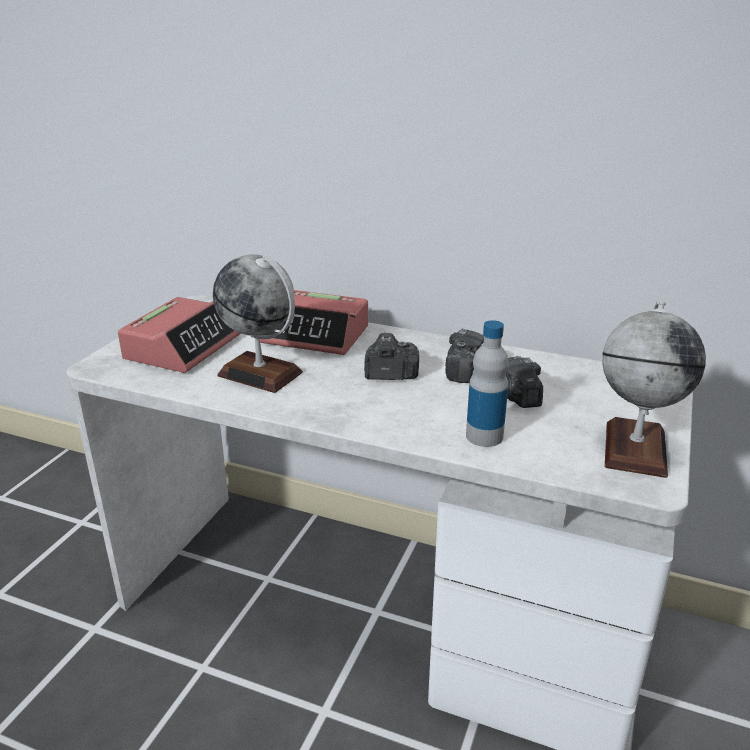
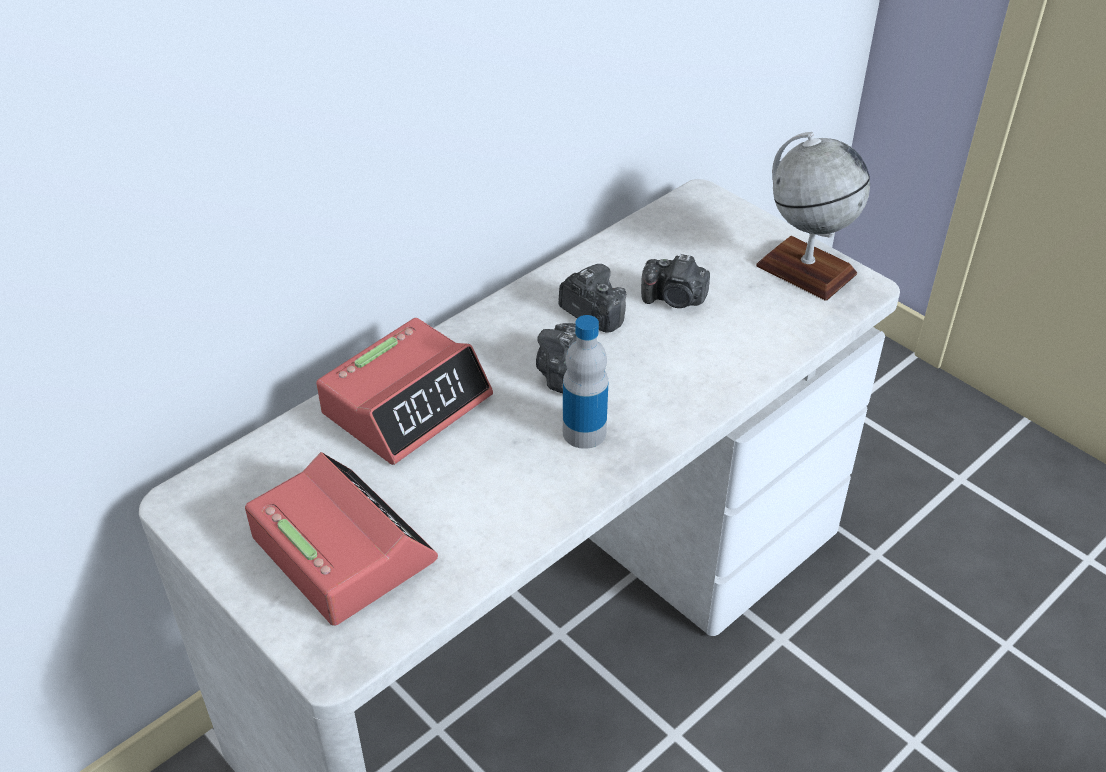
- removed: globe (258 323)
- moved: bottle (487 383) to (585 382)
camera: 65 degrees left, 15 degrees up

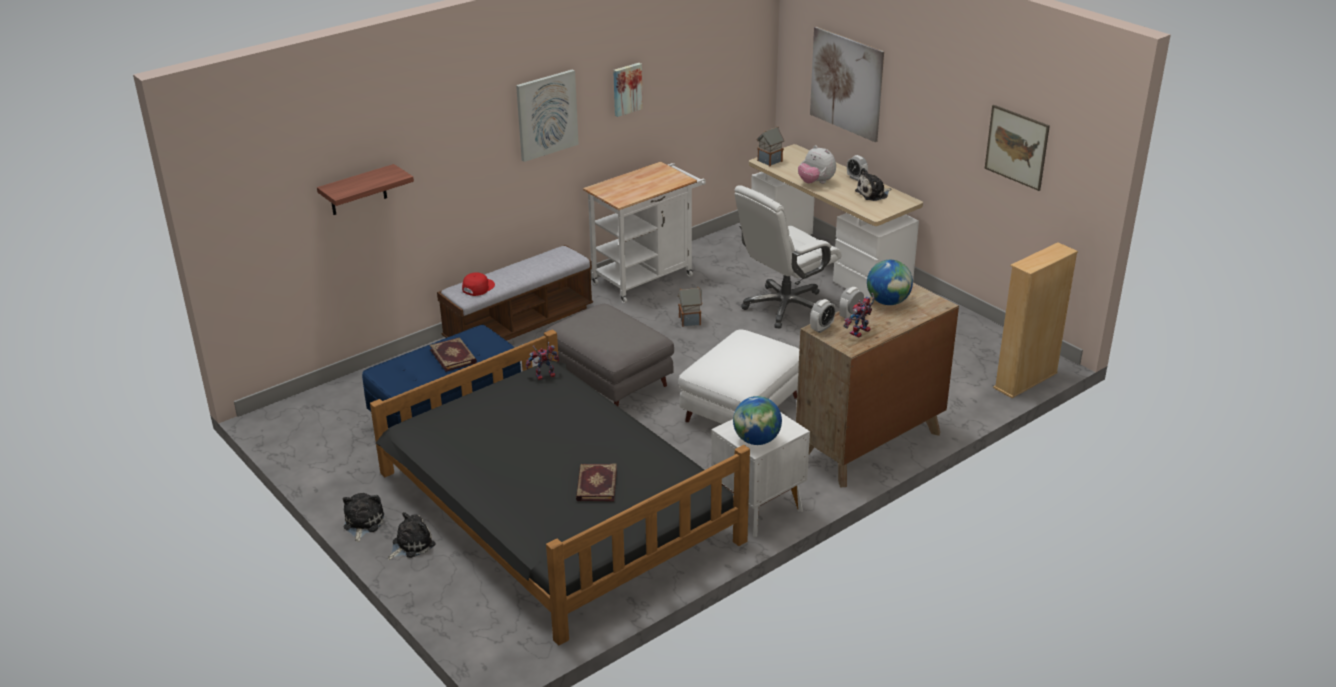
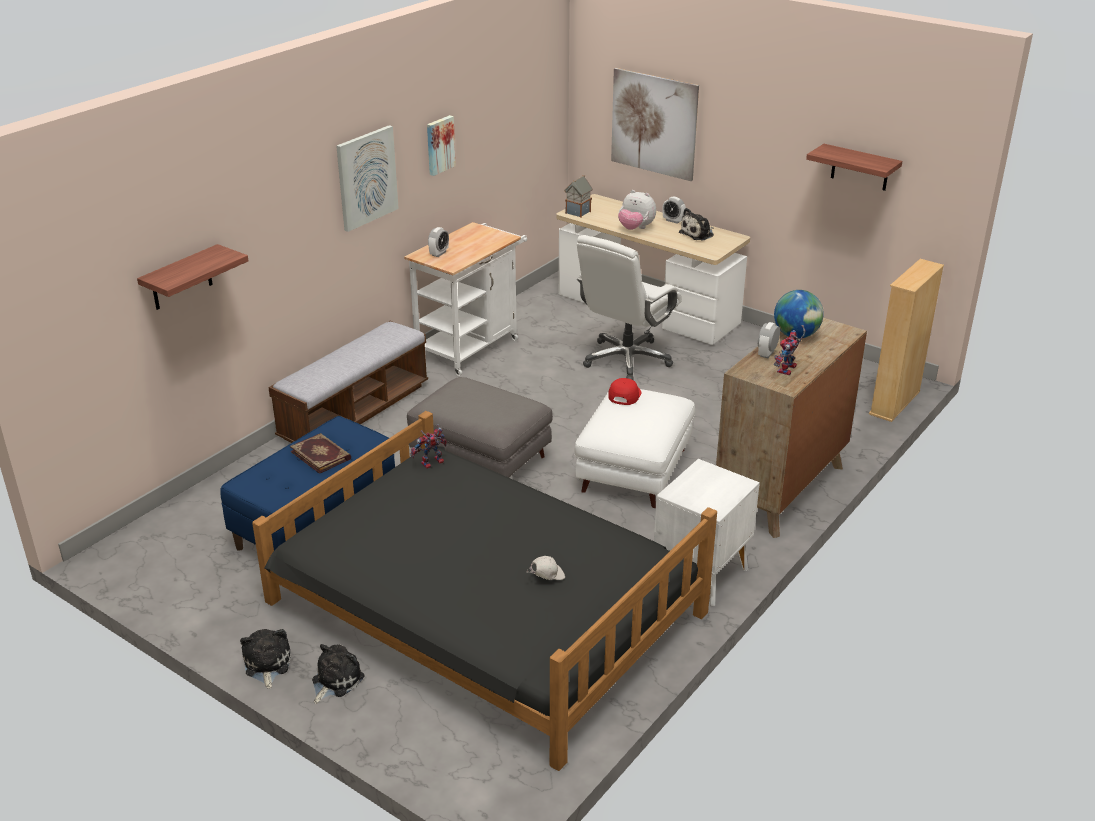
- replaced: picture (1017 148) to shelf (854 167)
- moved: cap (red) (478 284) to (625 391)
- removed: toy house (690 307)
- moved: alarm clock (823 316) to (438 242)
- removed: globe (757 420)
- replaced: book (596 482) to cap (white) (546 568)
camera: 15 degrees left, 0 degrees up

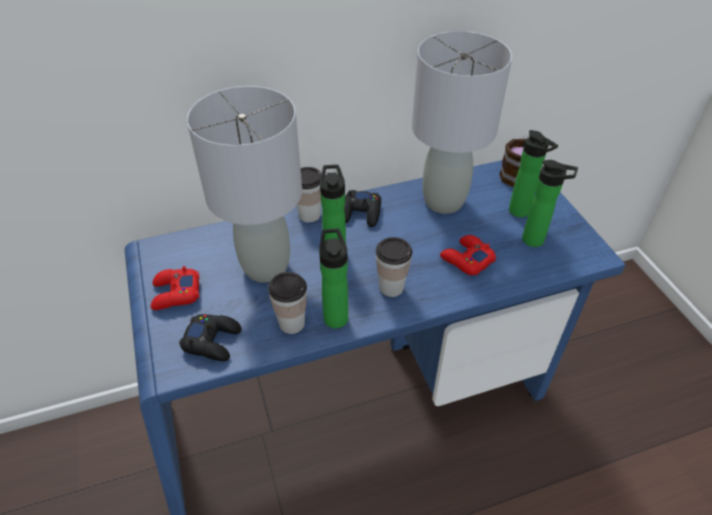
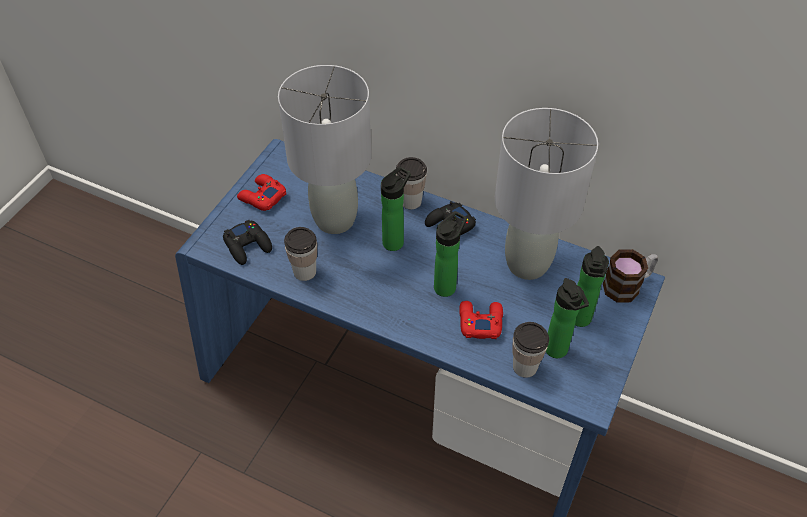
- moved: bottle (333 278) to (450 254)
- moved: cup (394 267) to (530 350)
camera: 45 degrees right, 5 degrees up

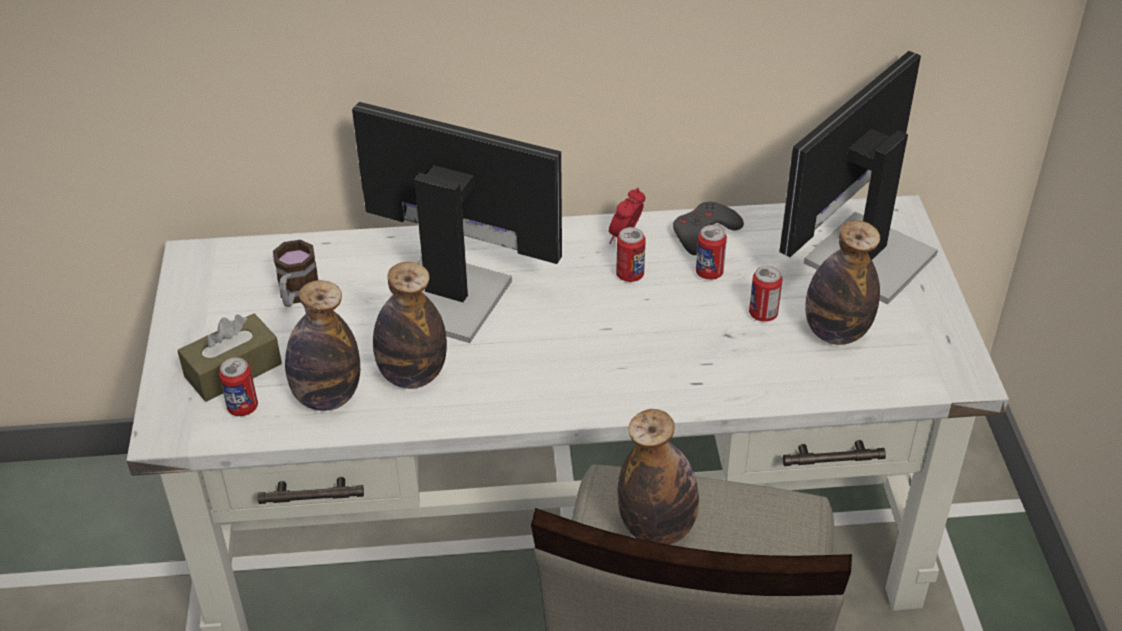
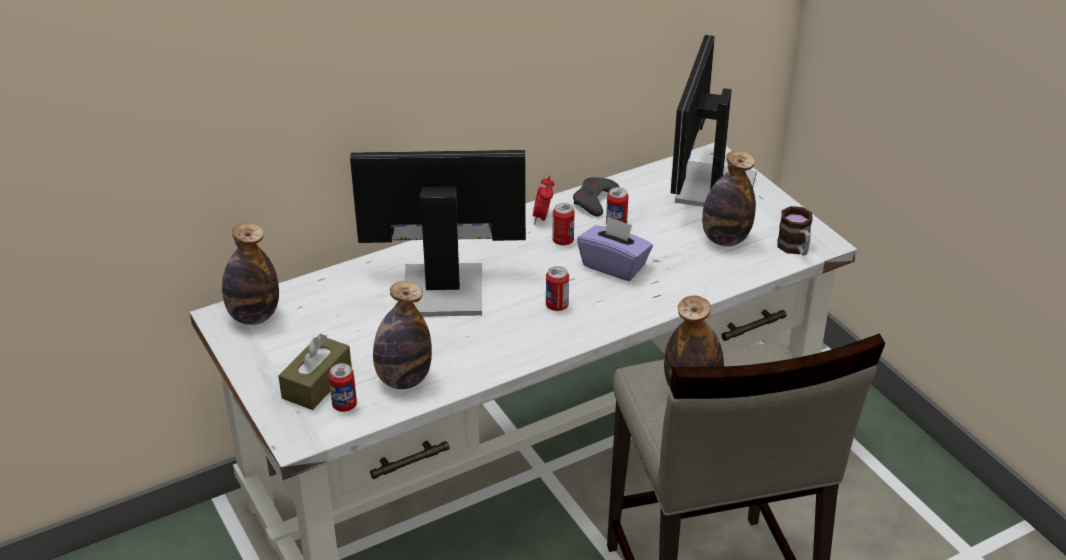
- moved: mug (295 273) to (795 231)
- moved: bottle (410 325) to (250 274)
- moved: can (765 294) to (557 288)
- added: tissue box (purple) (615 248)
camera: 25 degrees left, 5 degrees down

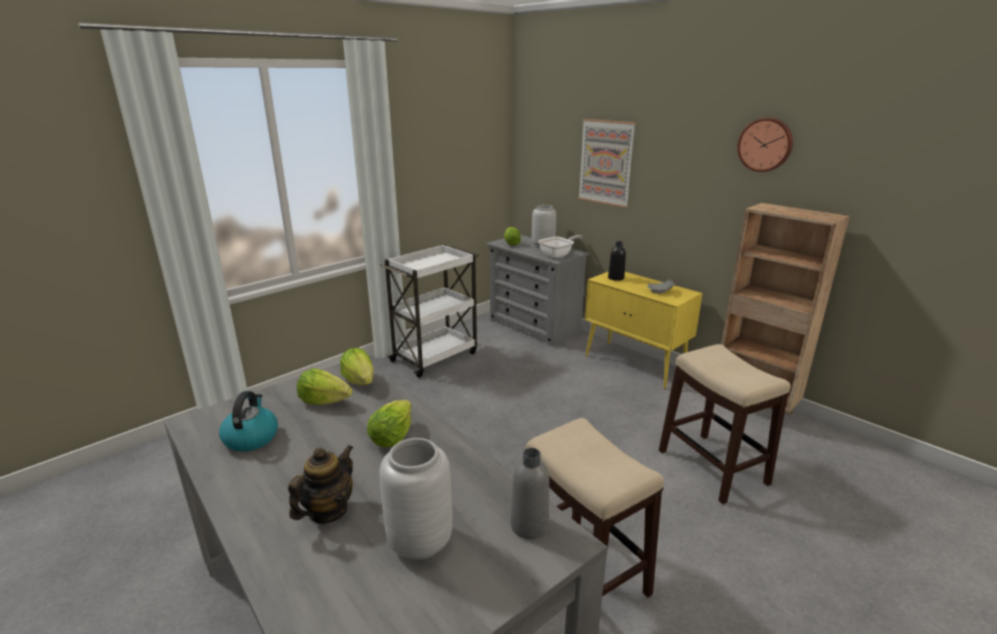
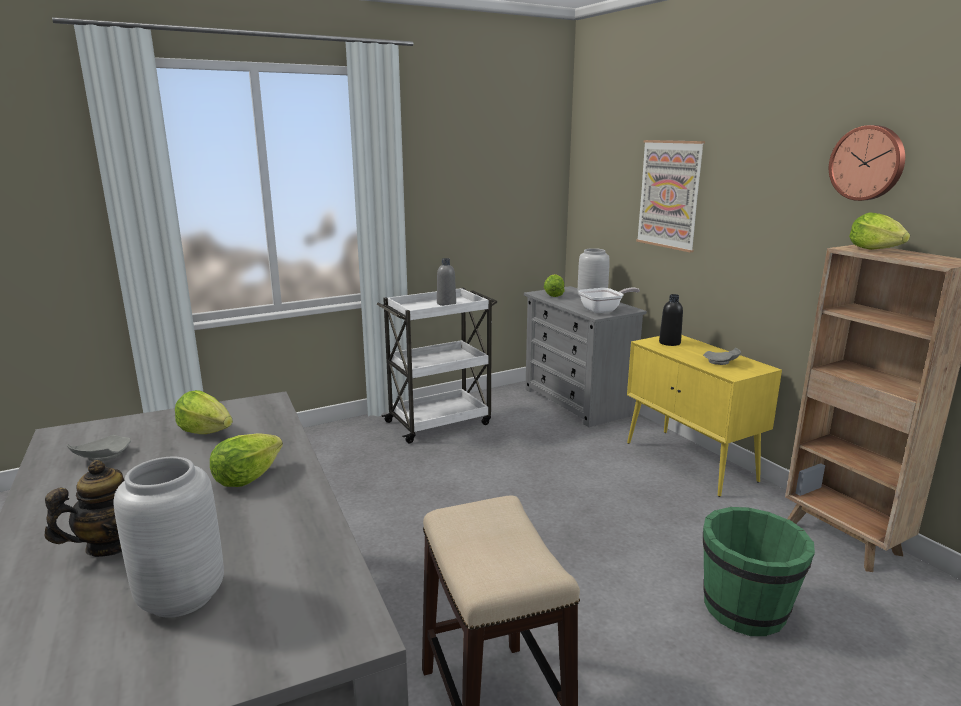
- replaced: stool (725 424) to bucket (green) (759 571)
- moved: lettuce (356 366) to (879 231)
- replaced: kettle (248 421) to plate (grey) (99 448)
- moved: bottle (grey) (530 493) to (446 282)
camera: 15 degrees right, 5 degrees down

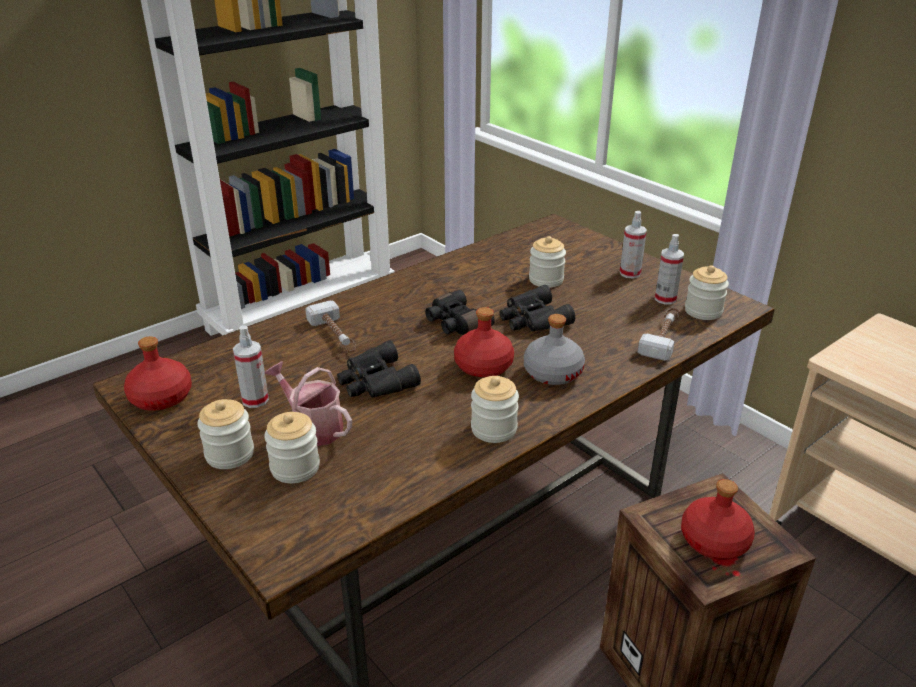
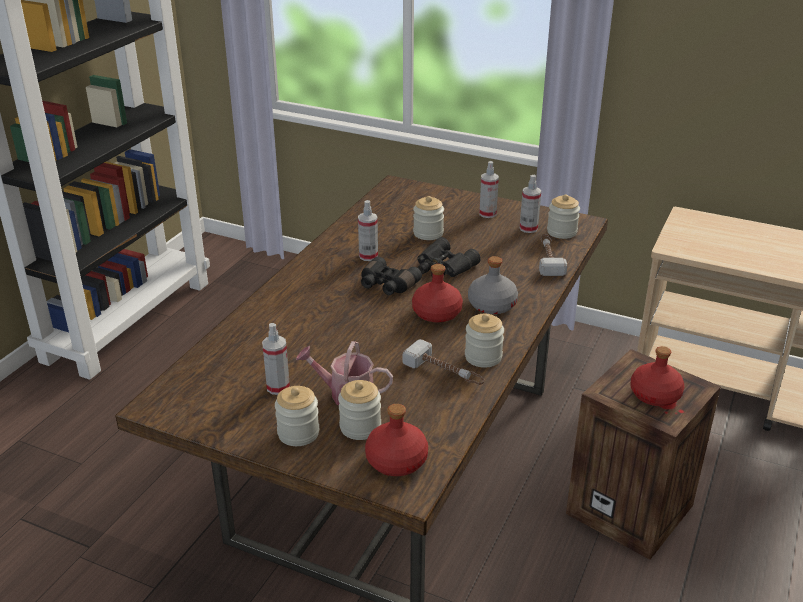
- moved: hammer (330 326) to (443 362)
- moved: bottle (red) (158 373) to (396 440)
- removed: binoculars (black) (379 369)
- added: spray bottle (368 230)
camera: 25 degrees left, 0 degrees up

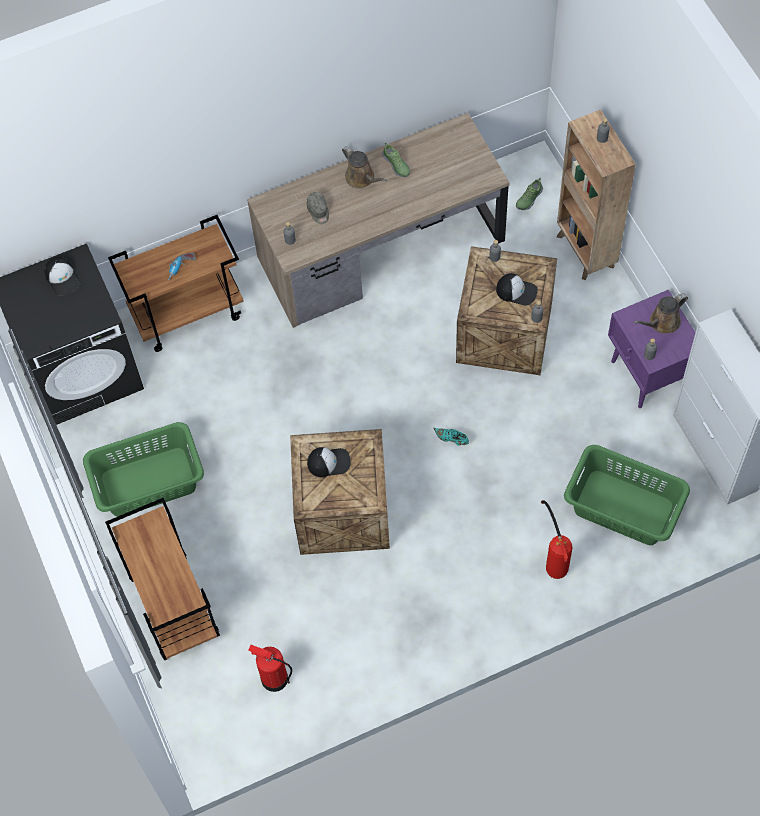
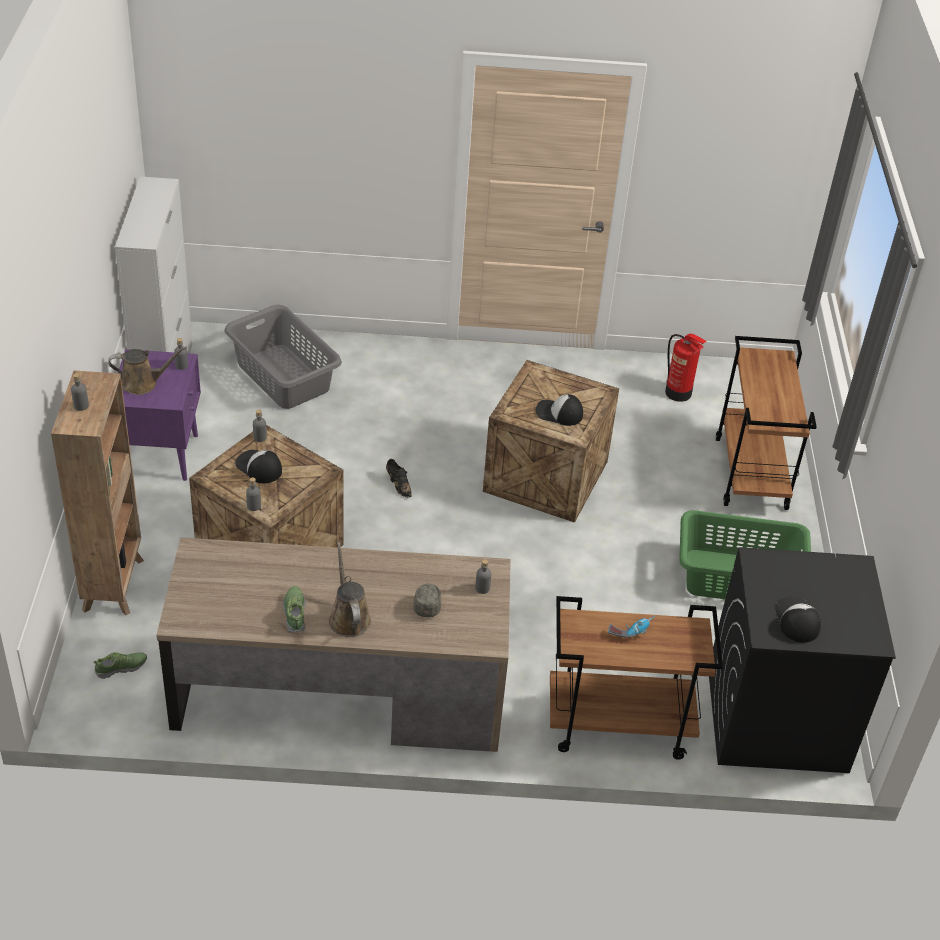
- recoloured: shoe (turquoise) (451 437) to shoe (black) (399 478)
- recoloured: laundry basket (green) (627 495) to laundry basket (grey) (283 357)
- removed: fire extinguisher (556 539)
camera: 160 degrees left, 20 degrees down

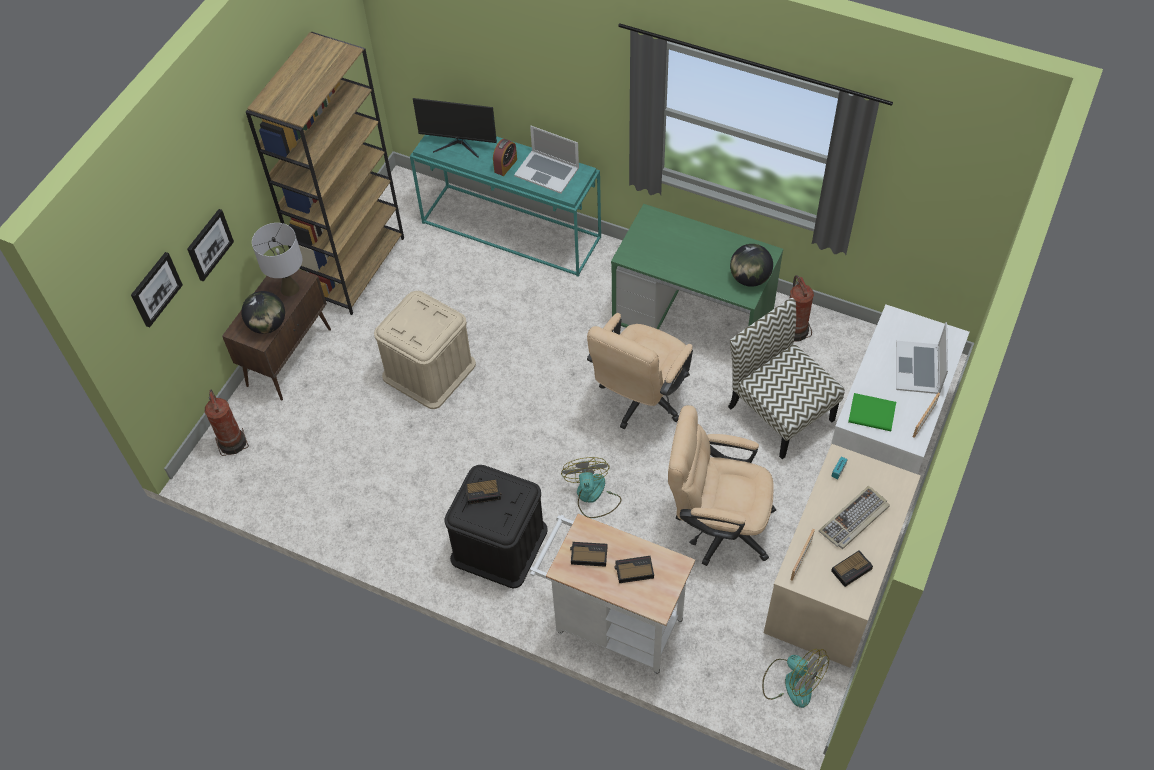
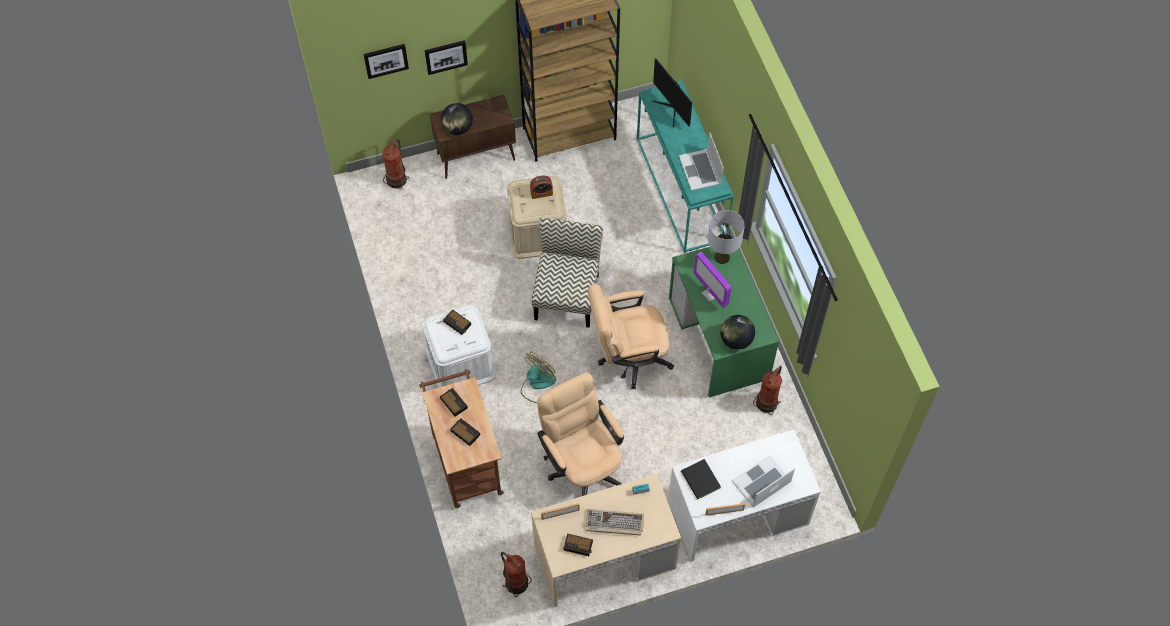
- moved: alarm clock (505 157) to (541 187)
- moved: table lamp (grey) (277 259) to (726 237)
- moved: chair (786 378) to (567 273)
- recoloured: book (green) (872 412) to book (black) (701 479)
- recoloured: storage box (black) (496 526) to storage box (white) (459 346)
- recoloured: cart (white) (612 594) to cart (brown) (461 438)
- replaced: fan (795 678) to fire extinguisher (516 574)
- added: monitor (712 279)
camera: 45 degrees right, 5 degrees up

